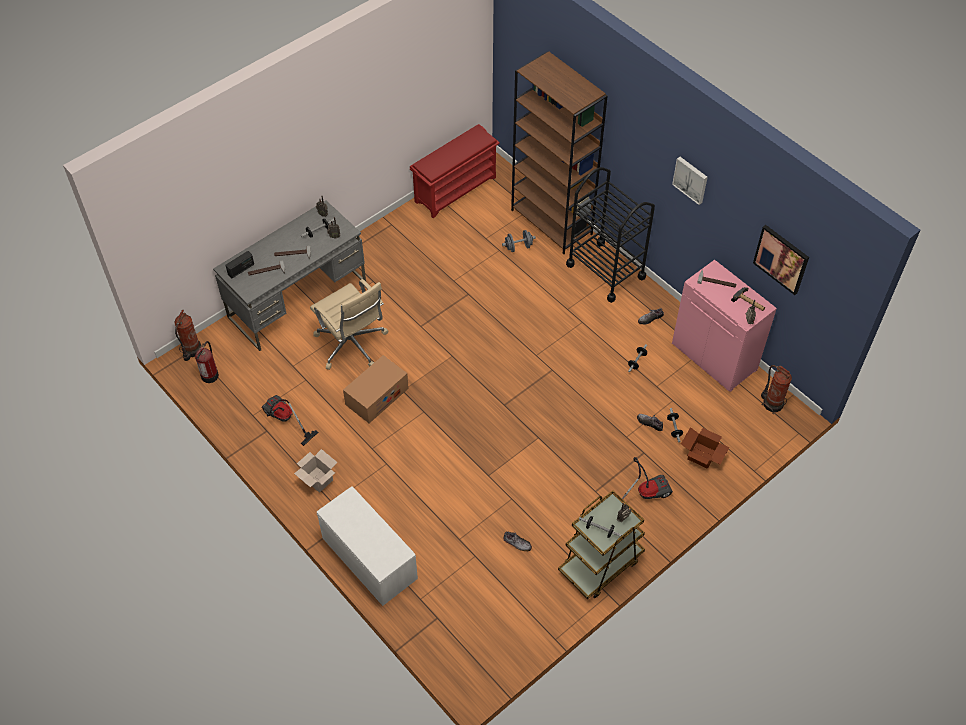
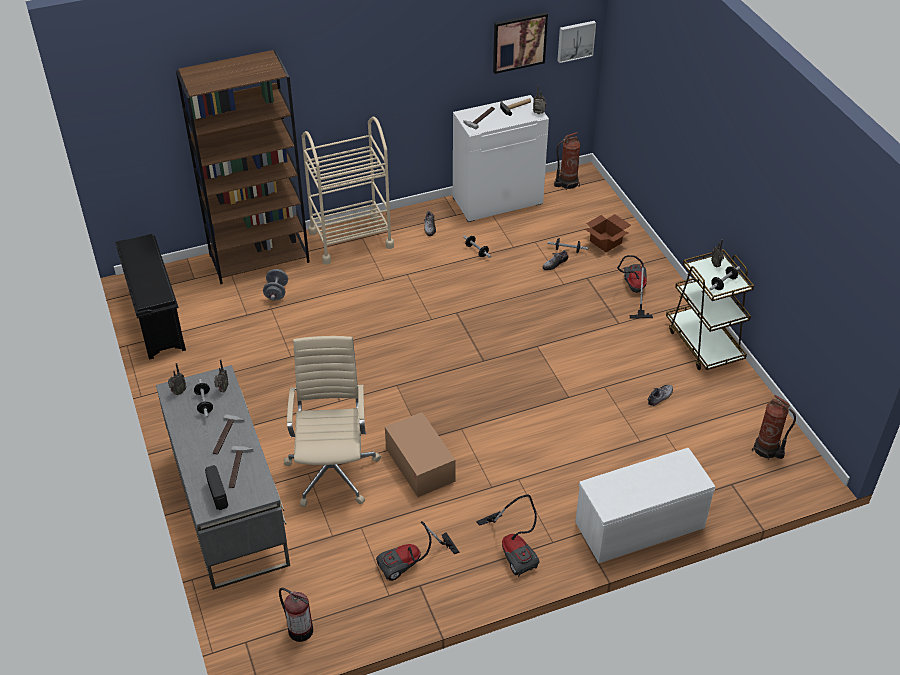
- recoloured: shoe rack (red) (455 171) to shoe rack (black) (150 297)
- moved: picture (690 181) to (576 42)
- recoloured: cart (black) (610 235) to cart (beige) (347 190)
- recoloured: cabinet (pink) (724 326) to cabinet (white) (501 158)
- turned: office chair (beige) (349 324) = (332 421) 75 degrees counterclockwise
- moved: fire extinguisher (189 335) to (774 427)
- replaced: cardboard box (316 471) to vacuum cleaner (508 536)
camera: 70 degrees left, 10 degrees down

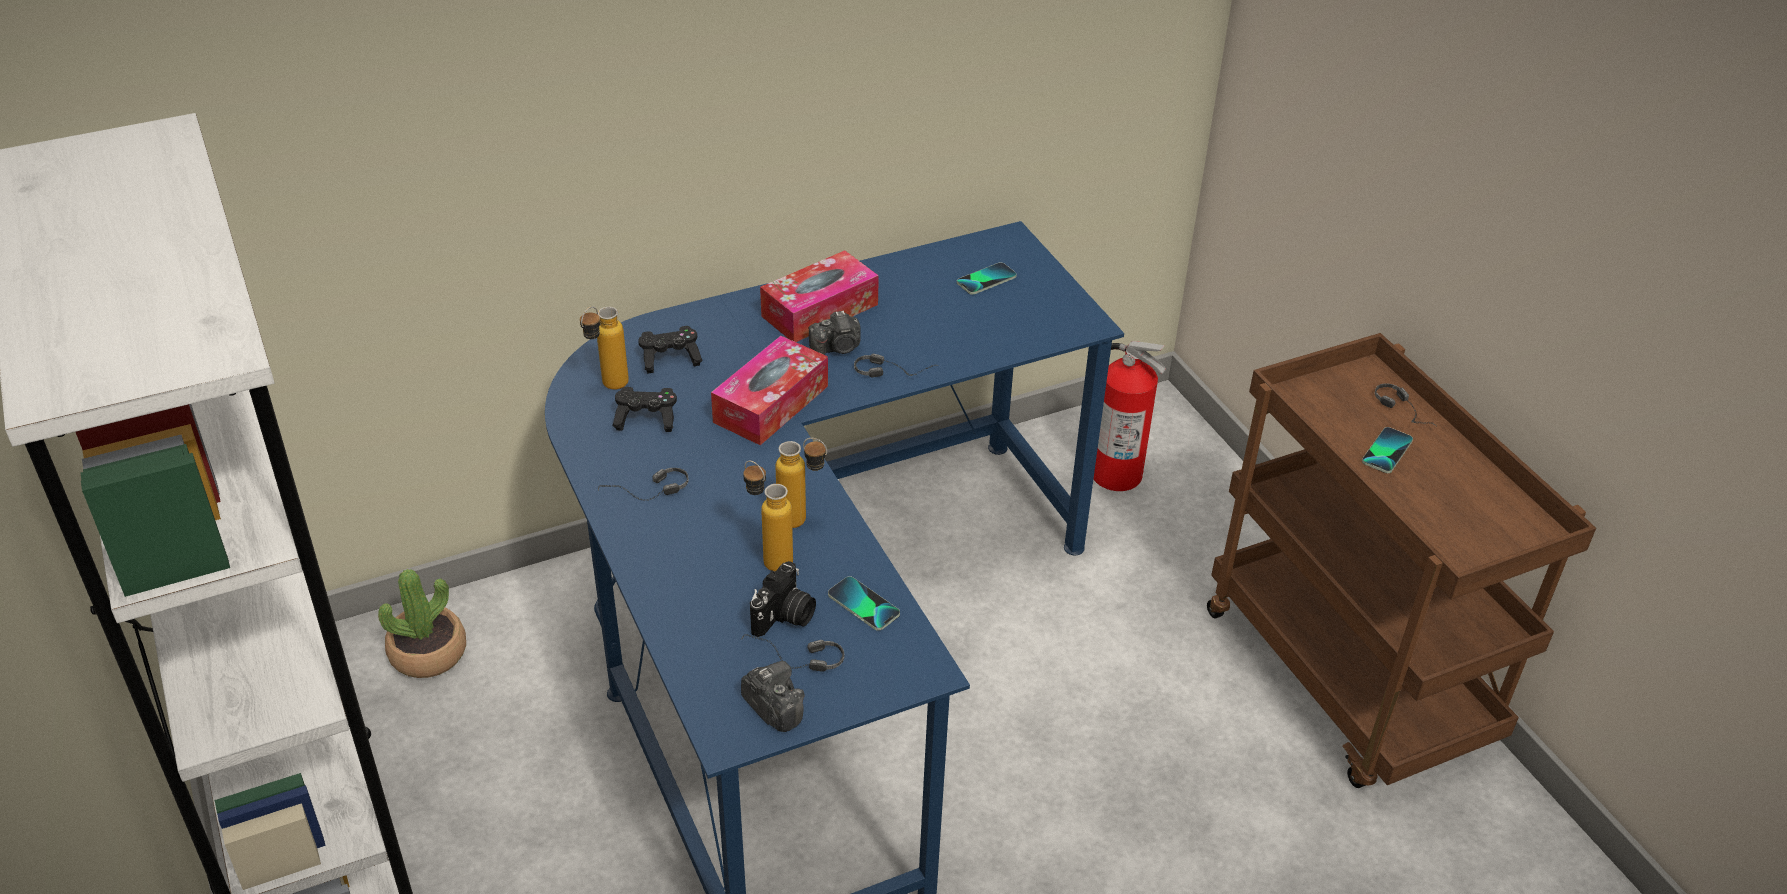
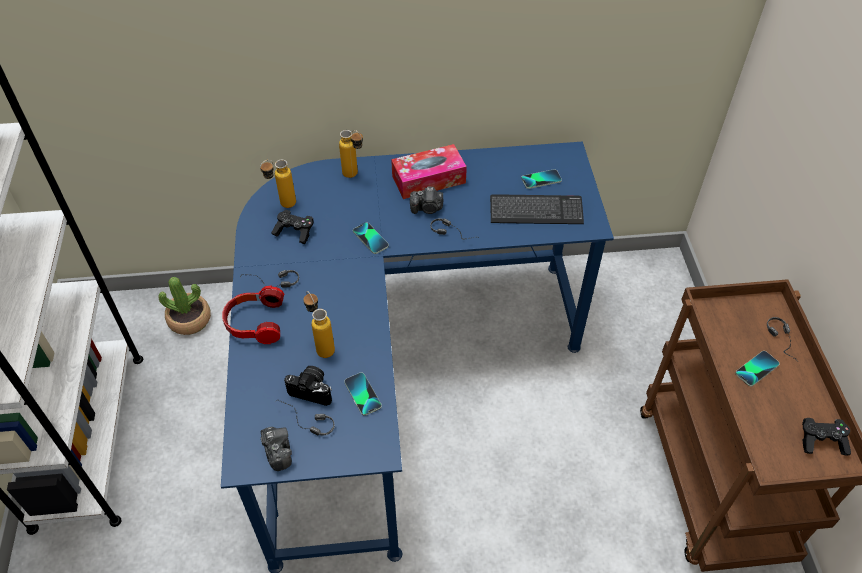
- moved: game controller (black) (670 350) to (826 437)
- replaced: tissue box (769 390) to phone (371 238)
- removed: fire extinguisher (1130 416)
- moved: bottle (801 483) to (351 154)
- turned: photo camera (783 599) = (308 386) 120 degrees counterclockwise
- added: keyboard (537 209)
- added: headphones (253 315)
camera: 20 degrees right, 10 degrees up

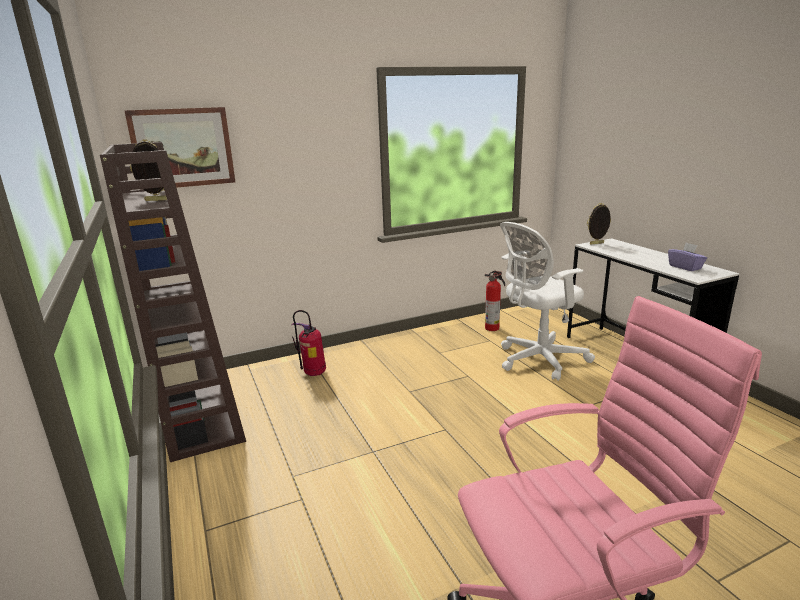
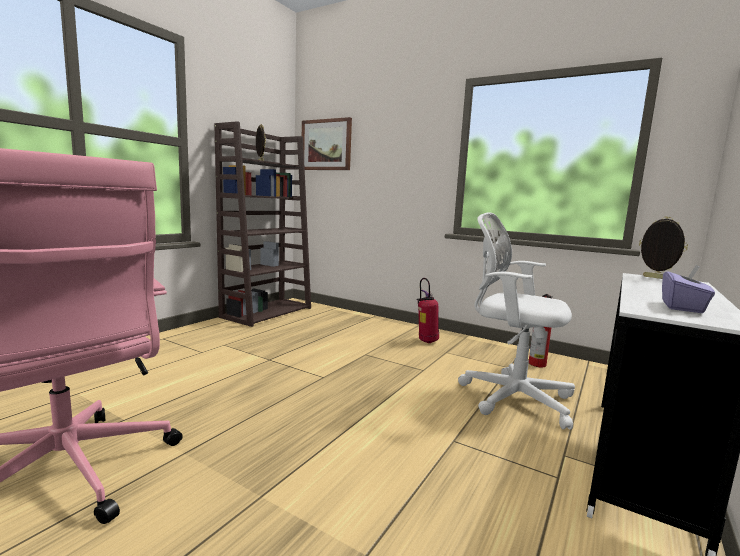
- moved: fire extinguisher (309 343) to (428 310)
camera: 55 degrees right, 10 degrees down

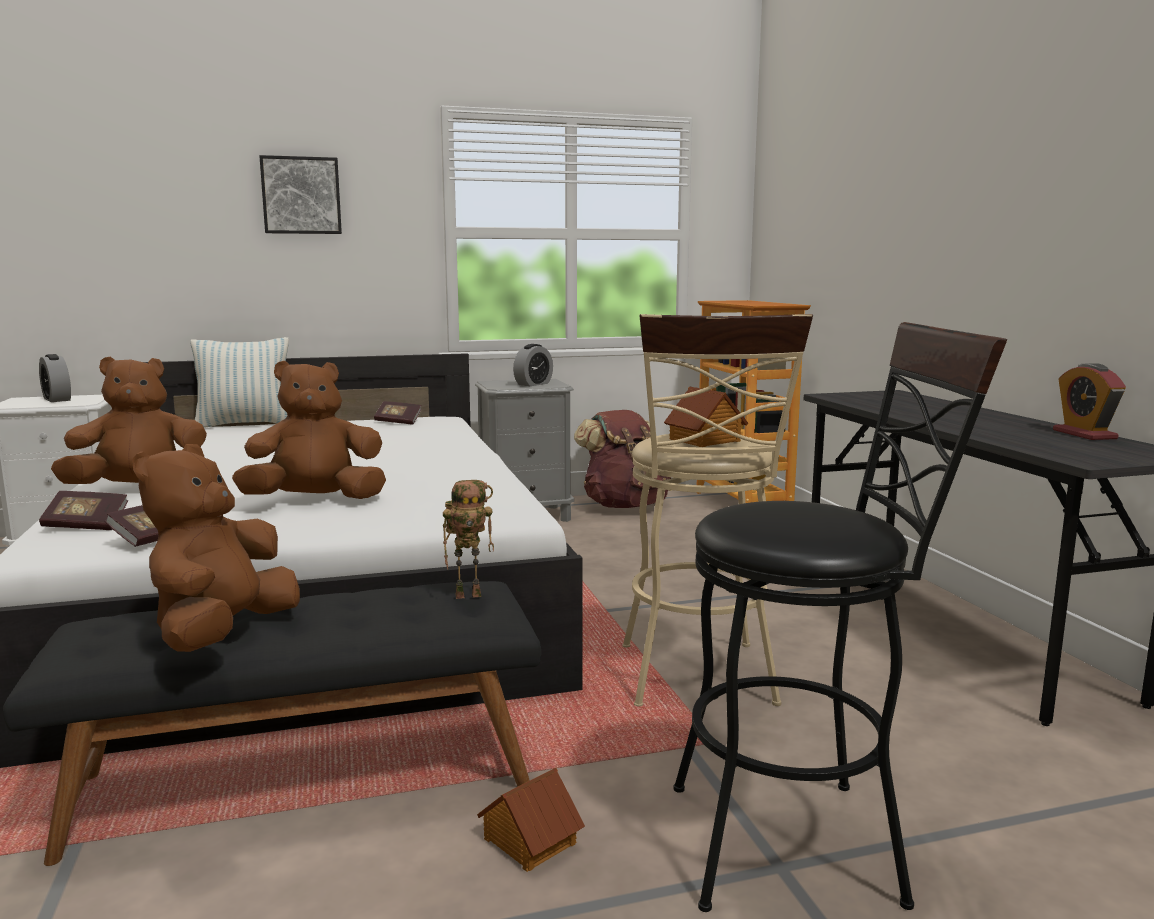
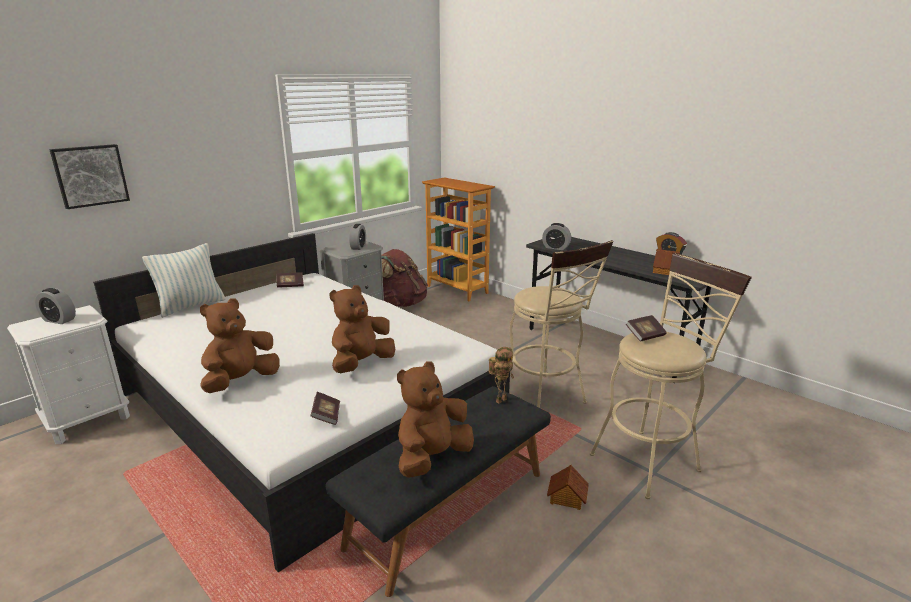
- moved: picture (300 194) to (89 176)
- recoloured: stool (black) (840 617) to stool (beige) (671 376)
- moved: toy house (706 416) to (666 262)
- turned: plush toy (brown) (216 548) = (435 419) 60 degrees clockwise
- moved: book (83 510) to (646 328)
- added: alarm clock (556 236)
camera: 30 degrees left, 10 degrees up

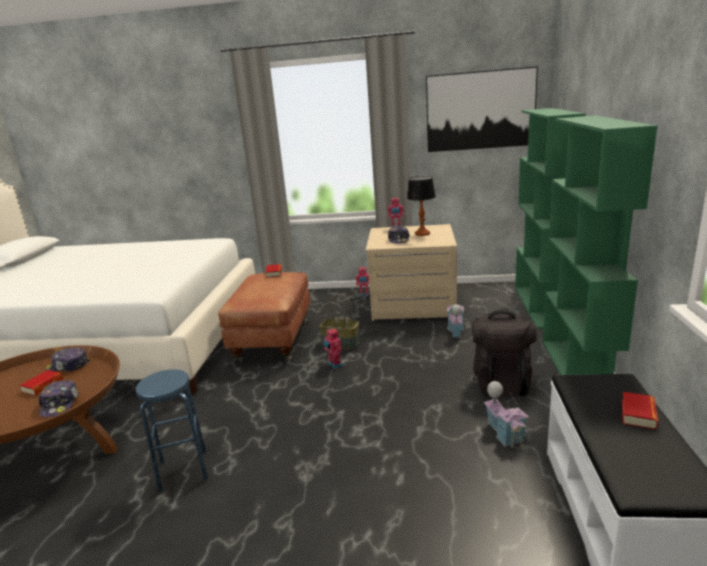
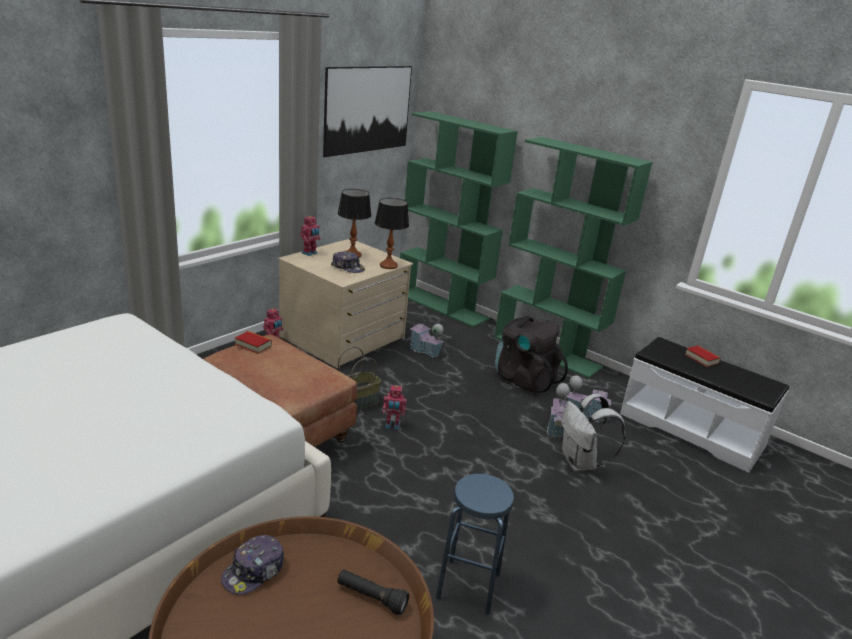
- removed: book (41 383)
- replaced: cap (59 398) to flashlight (black) (373 592)
- added: table lamp (392 233)
- added: toy house (558 410)
- added: backpack (white) (593 432)
camera: 60 degrees left, 5 degrees up

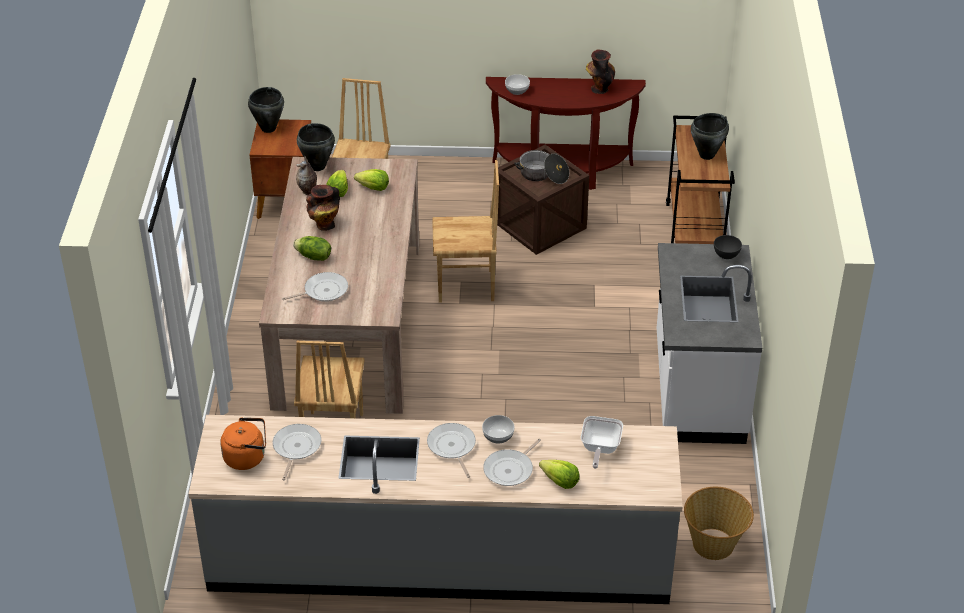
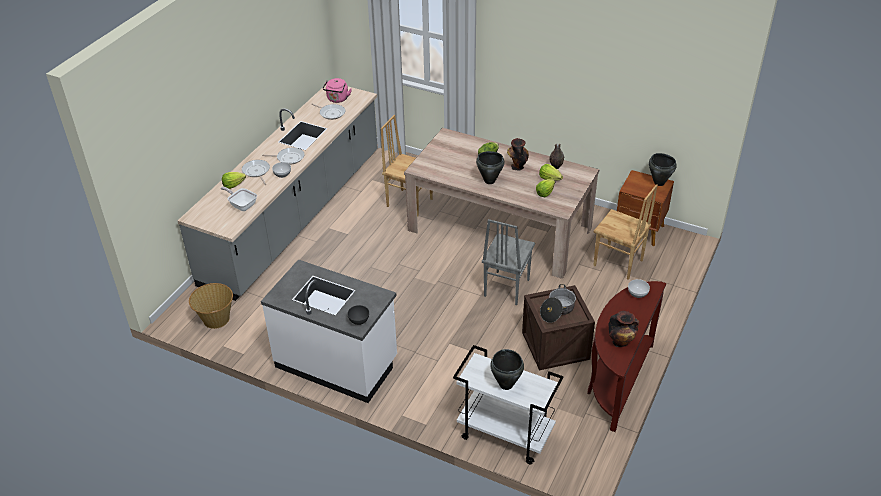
- recoloured: cart (brown) (700 180) to cart (white) (508 405)
- moved: cooking pot (black) (316 147) to (490 167)
- recoloured: chair (brown) (465 231) to chair (grey) (508 262)
- removed: frying pan (315 287)
- recoloured: kettle (orange) (243 443) to kettle (pink) (337 90)
camera: 115 degrees right, 0 degrees up

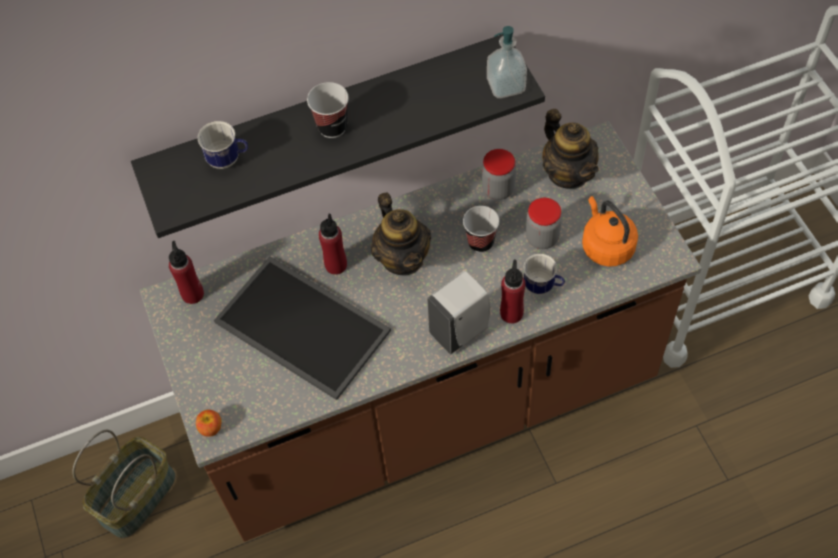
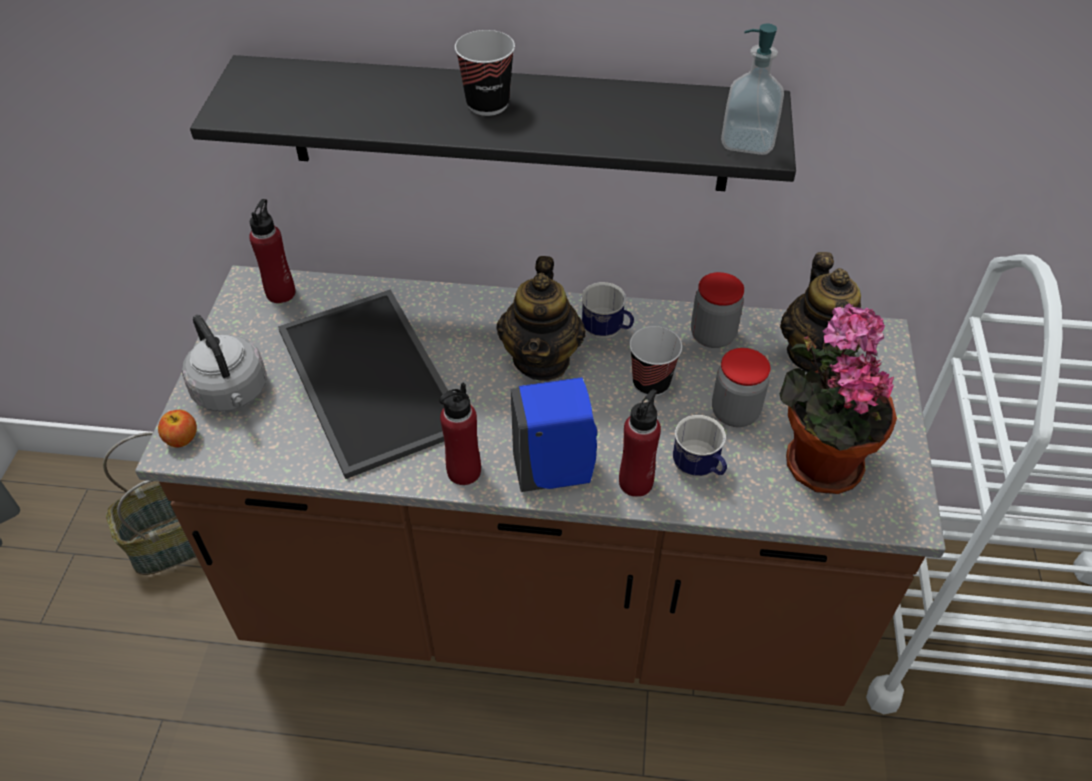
- moved: mug (222 145) to (607 310)
- replaced: kettle (orange) (610 231) to potted plant (838 398)
- moved: bottle (red) (332 244) to (460 433)
- recoloured: soap dispenser (white) (458 312) to soap dispenser (blue) (554 434)
- added: kettle (grey) (224 363)
camera: 25 degrees right, 10 degrees down

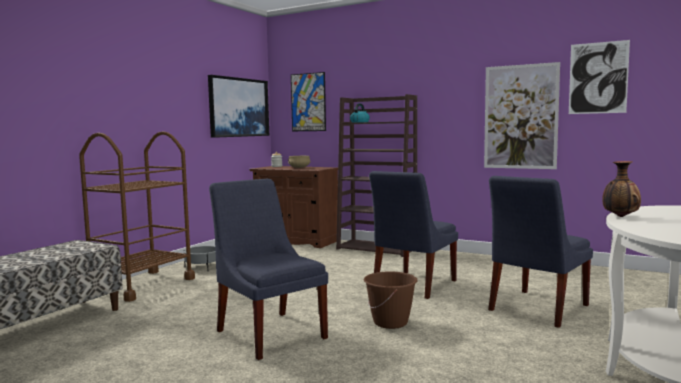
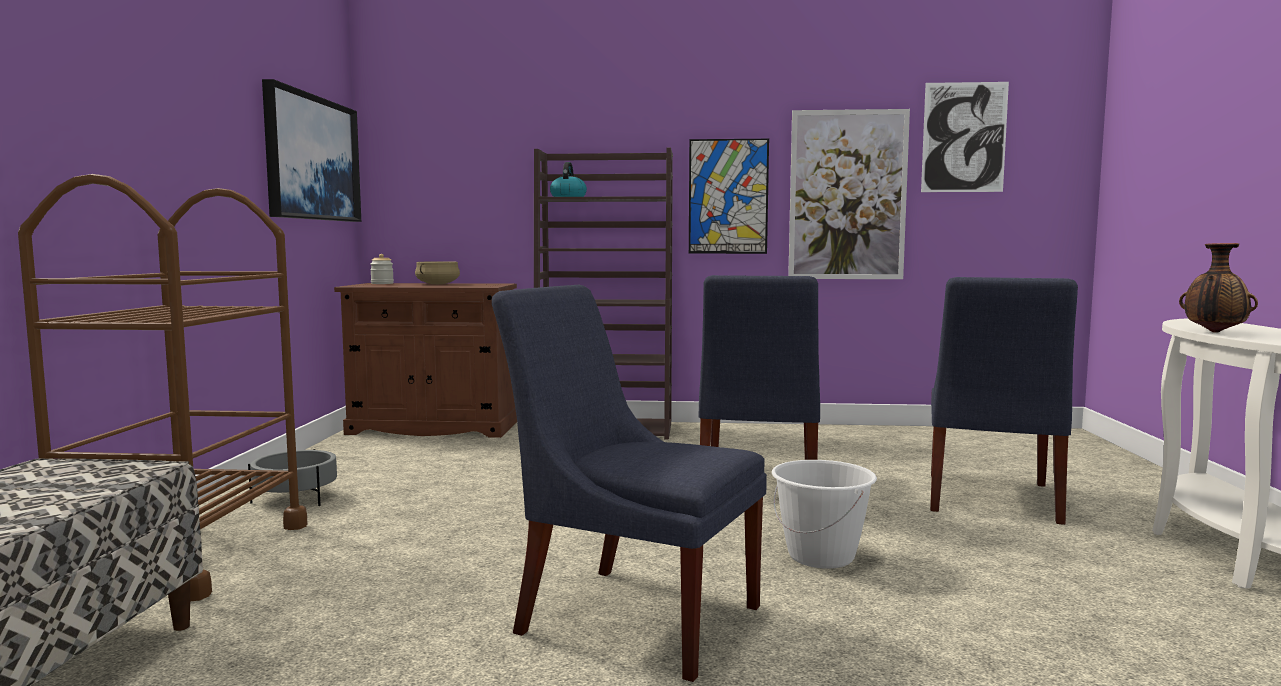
- moved: picture (308 101) to (729 196)
- recoloured: bucket (brown) (391 300) to bucket (white) (824 514)
camera: 25 degrees left, 0 degrees up

